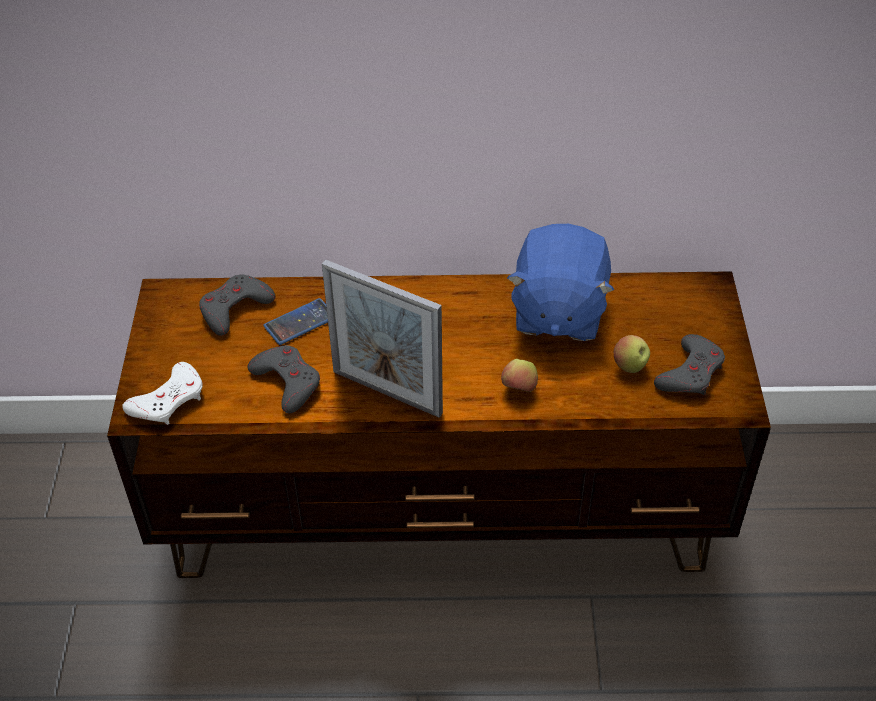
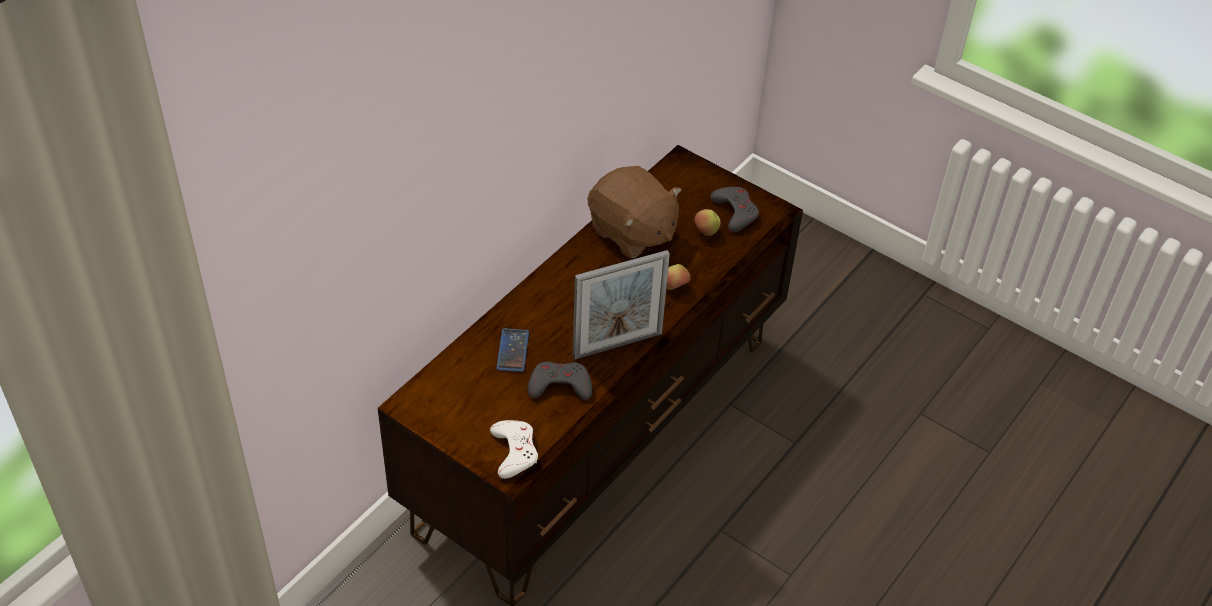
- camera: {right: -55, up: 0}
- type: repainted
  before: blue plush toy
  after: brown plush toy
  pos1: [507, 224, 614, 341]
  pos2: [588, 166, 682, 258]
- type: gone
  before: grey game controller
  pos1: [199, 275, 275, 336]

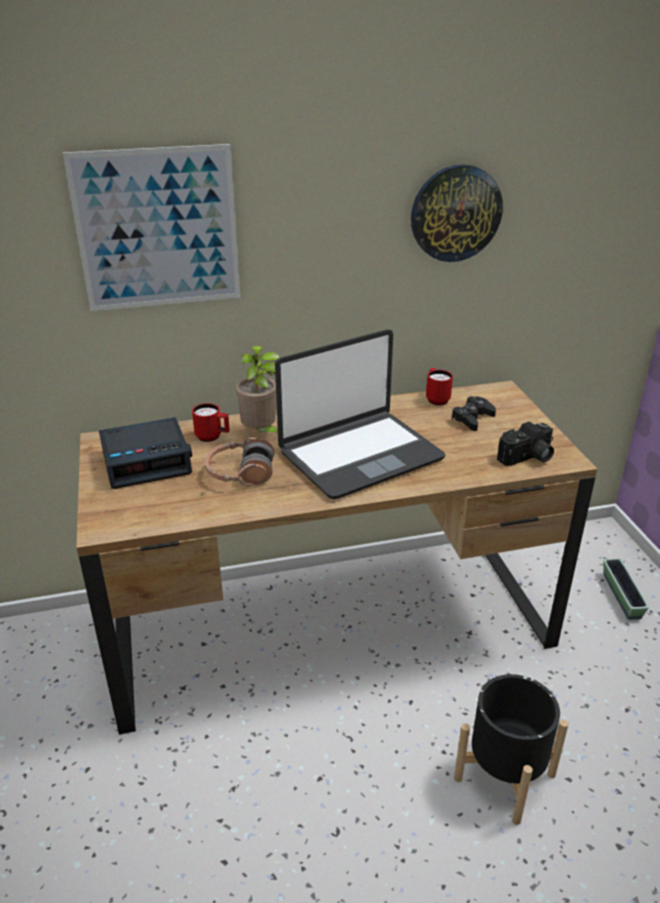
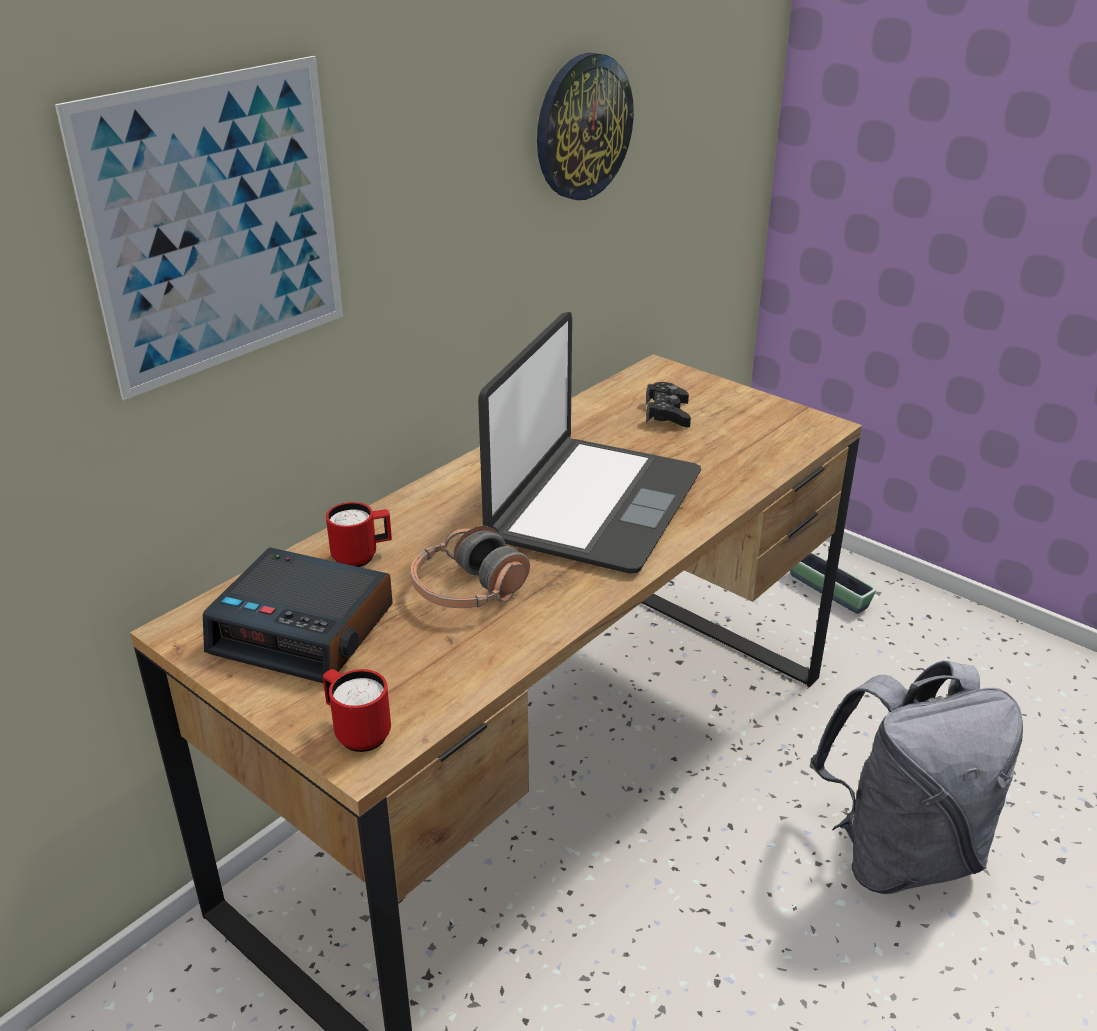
- camera: {right: -35, up: 0}
- type: gone
  before: potted plant
  pos1: [236, 346, 280, 433]
- type: shifted
  before: red mug
  pos1: [426, 368, 453, 405]
  pos2: [322, 669, 391, 752]
- type: rotated
  before: alarm clock
  pos1: [99, 417, 192, 489]
  pos2: [203, 548, 393, 683]
  turn: 75
- type: gone
  before: photo camera
  pos1: [497, 422, 554, 466]
- type: swapped
  before: black planter
  after: grey backpack
  pos1: [454, 674, 569, 825]
  pos2: [809, 661, 1023, 894]

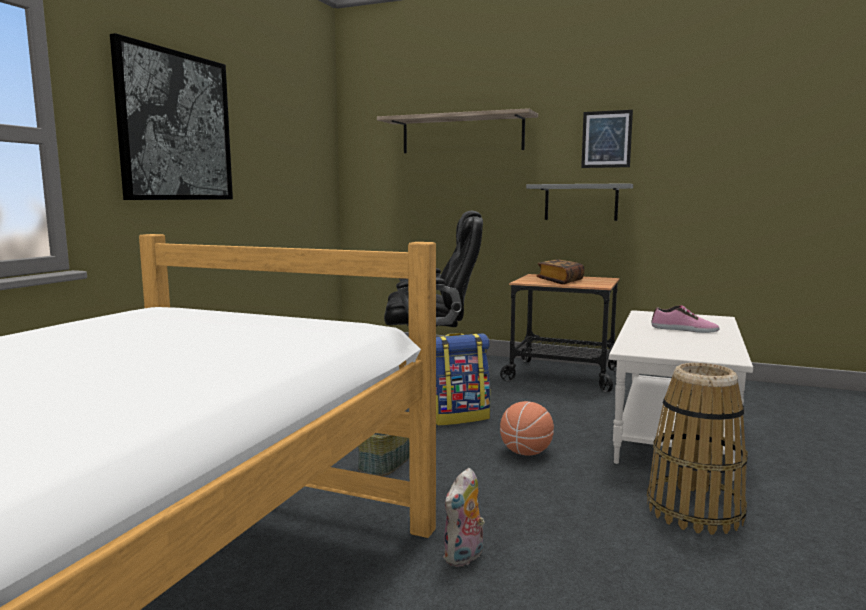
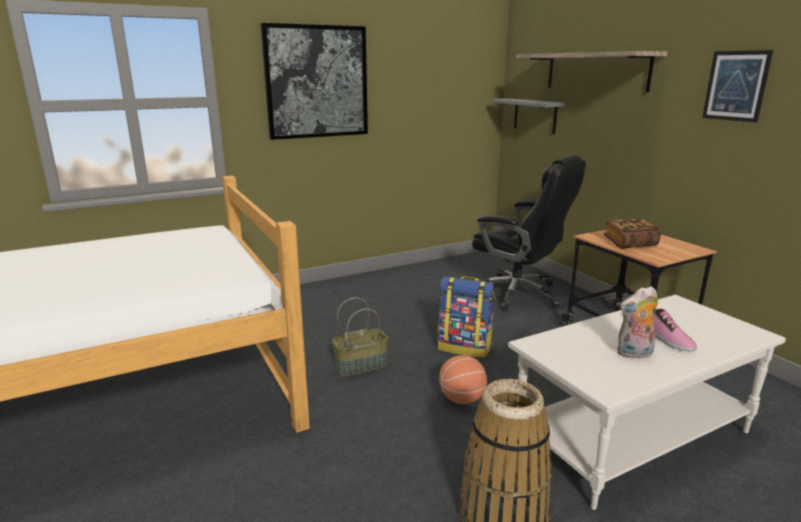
- camera: {right: 40, up: 10}
- type: shifted
  before: grey shelf
  pos1: [526, 183, 633, 221]
  pos2: [491, 98, 566, 134]
- type: shifted
  before: plush toy
  pos1: [443, 468, 485, 567]
  pos2: [617, 286, 658, 359]

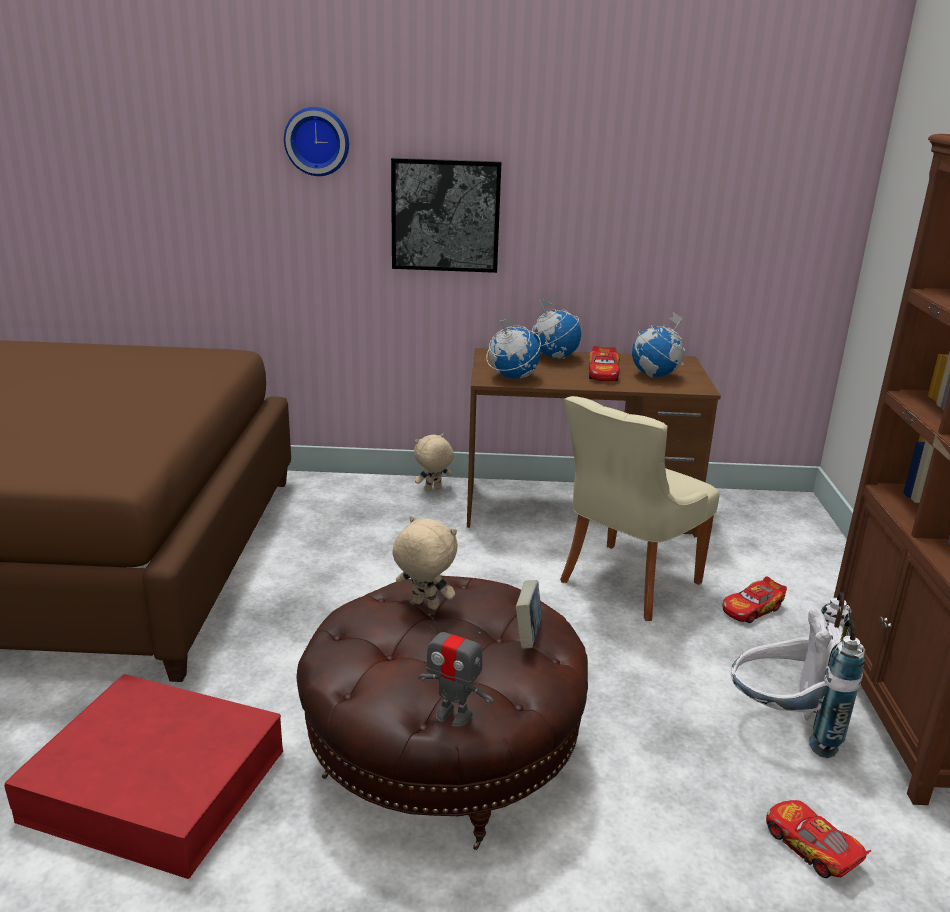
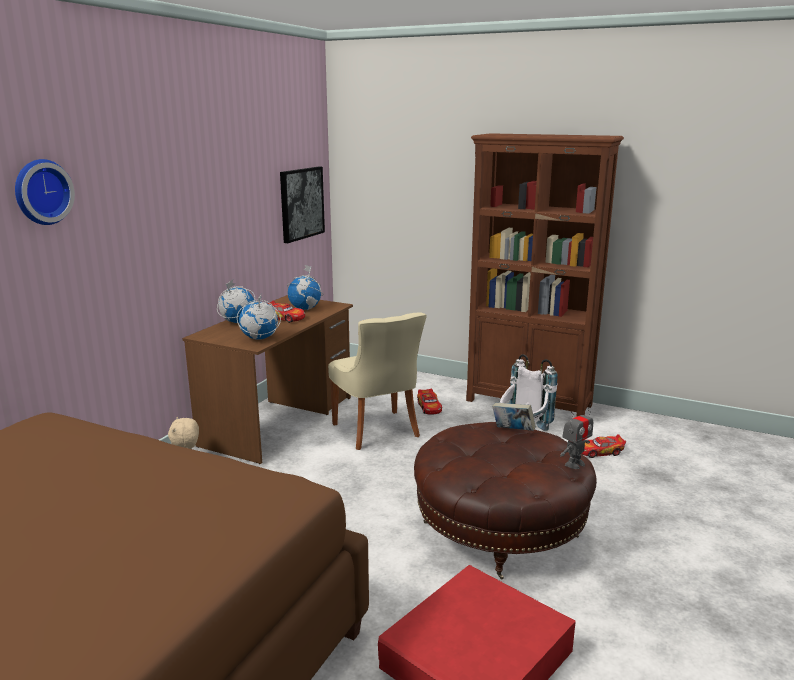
- camera: {right: -65, up: -5}
- type: shifted
  before: picture
  pos1: [391, 158, 501, 273]
  pos2: [280, 167, 325, 243]
- type: gone
  before: beige plush toy
  pos1: [392, 516, 457, 610]

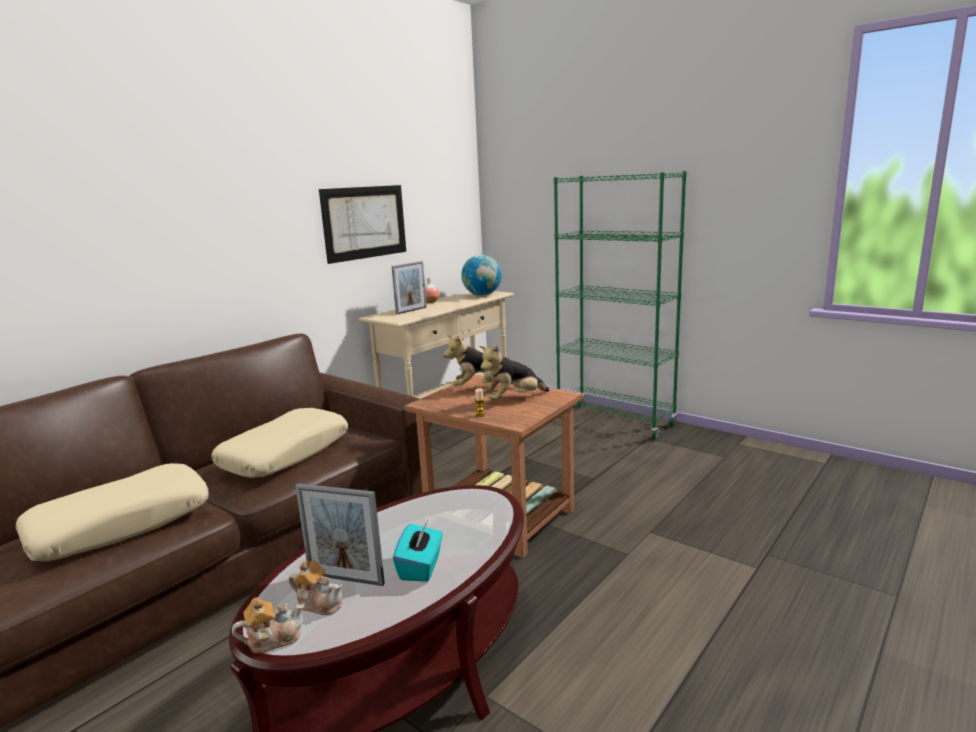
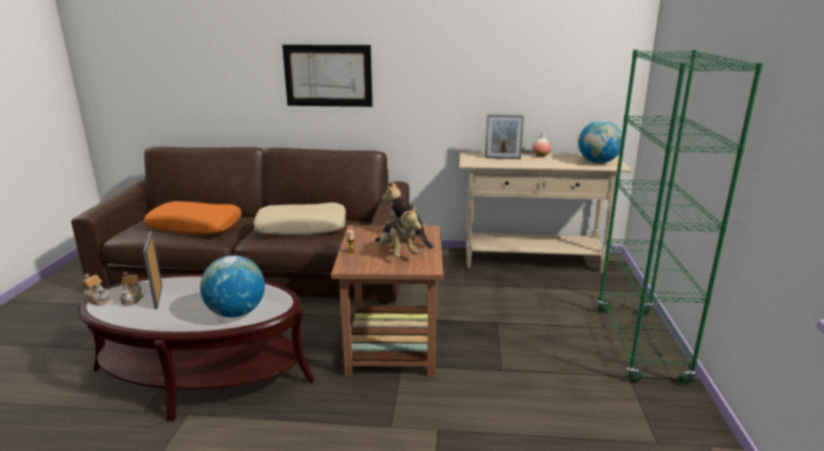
- camera: {right: 55, up: 5}
- type: shifted
  before: picture
  pos1: [319, 185, 406, 264]
  pos2: [282, 45, 372, 107]
- type: rotated
  before: plush toy
  pos1: [479, 345, 550, 400]
  pos2: [375, 205, 422, 257]
  turn: -150
- type: repainted
  before: beige pillow
  after: orange pillow
  pos1: [16, 463, 209, 561]
  pos2: [144, 201, 242, 235]
- type: gone
  before: turquoise tissue box
  pos1: [393, 522, 443, 582]
- type: new
  after: globe
  pos2: [200, 255, 265, 318]

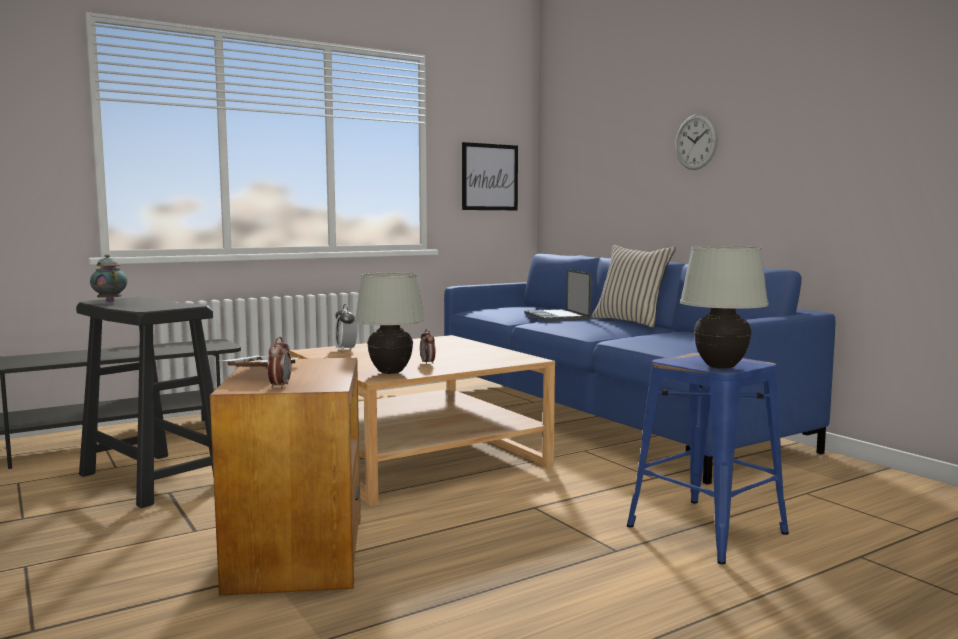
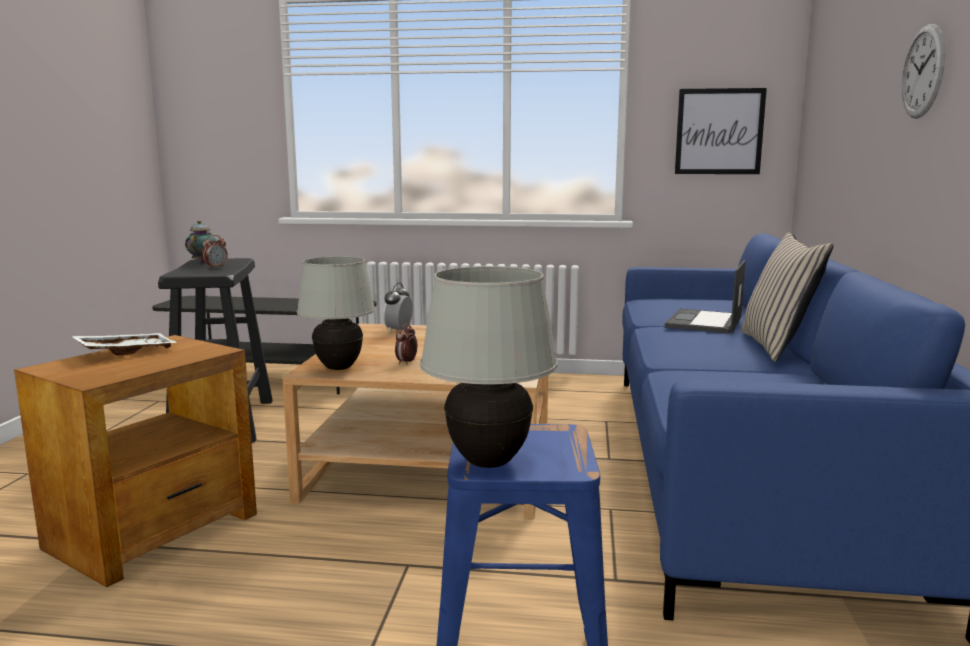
- camera: {right: 40, up: 5}
- type: shifted
  before: alarm clock
  pos1: [268, 336, 291, 389]
  pos2: [202, 235, 228, 269]

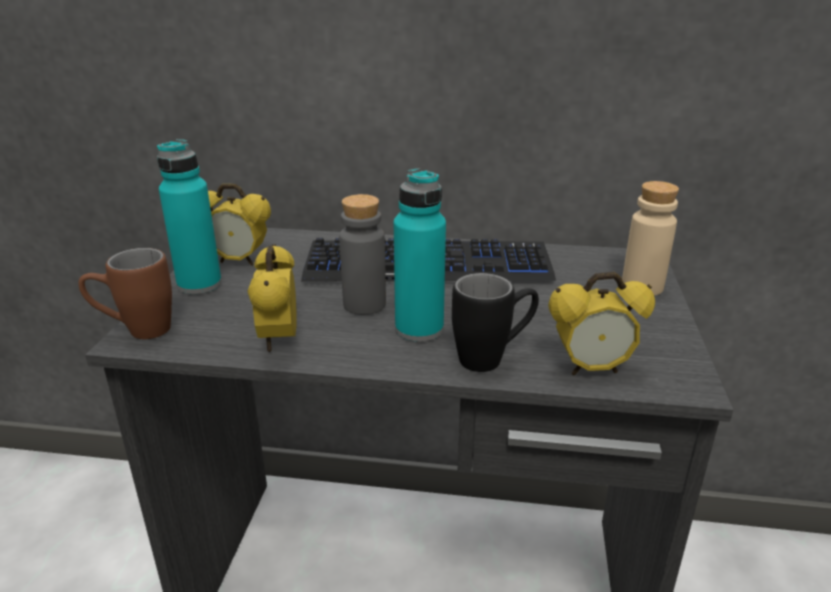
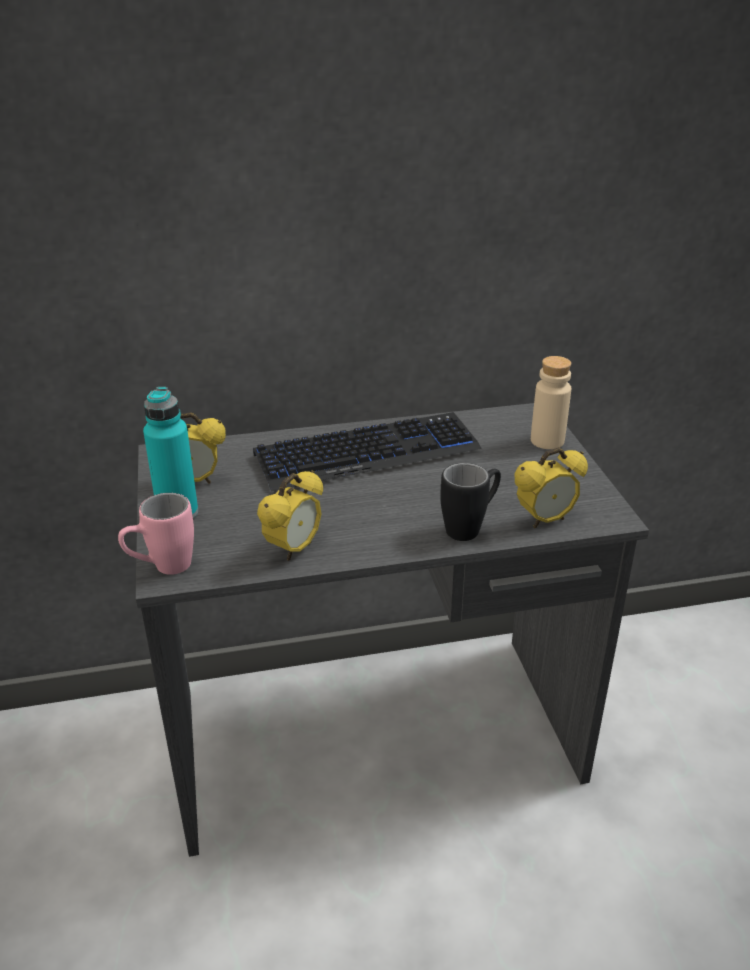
- camera: {right: -20, up: 5}
- type: gone
  before: turquoise bottle
  pos1: [394, 168, 446, 342]
- type: gone
  before: grey bottle
  pos1: [339, 194, 386, 315]
- type: rotated
  before: alarm clock
  pos1: [247, 244, 296, 352]
  pos2: [257, 470, 323, 561]
  turn: -120
- type: repainted
  before: brown mug
  after: pink mug
  pos1: [79, 248, 172, 339]
  pos2: [118, 493, 194, 575]

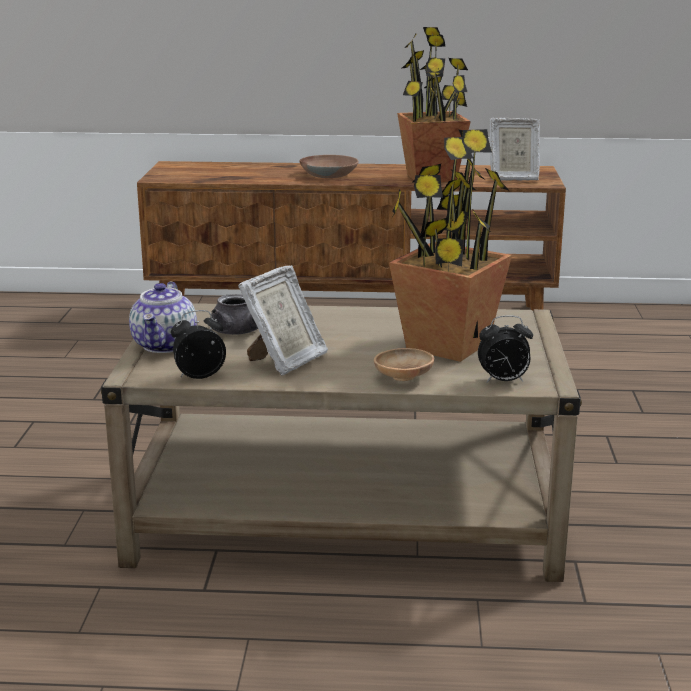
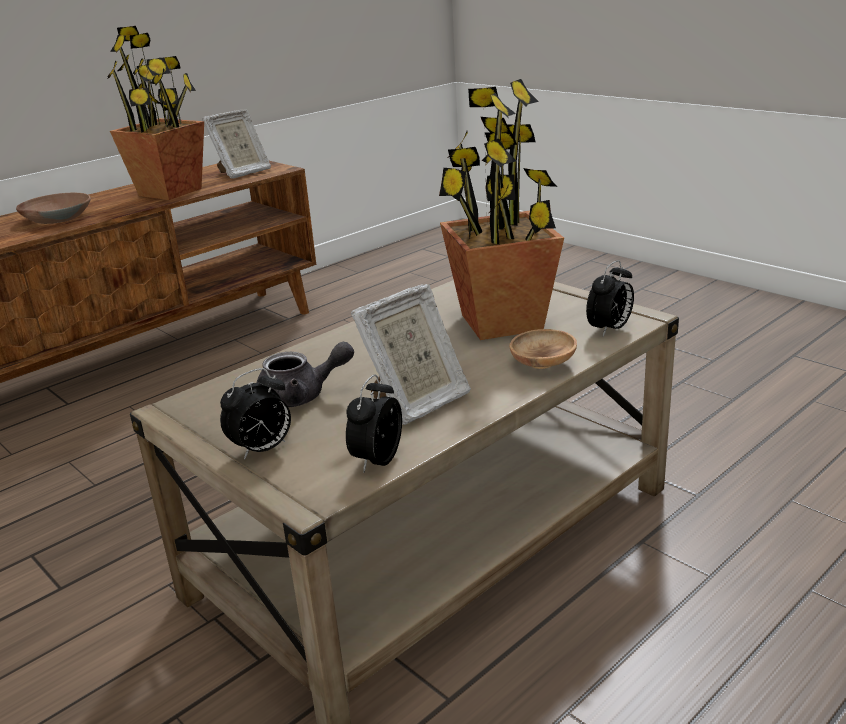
- camera: {right: -45, up: 5}
- type: rotated
  before: picture frame
  pos1: [238, 265, 328, 375]
  pos2: [351, 284, 471, 425]
  turn: 60
- type: swapped
  before: teapot
  after: alarm clock
  pos1: [129, 282, 197, 353]
  pos2: [220, 368, 291, 460]

